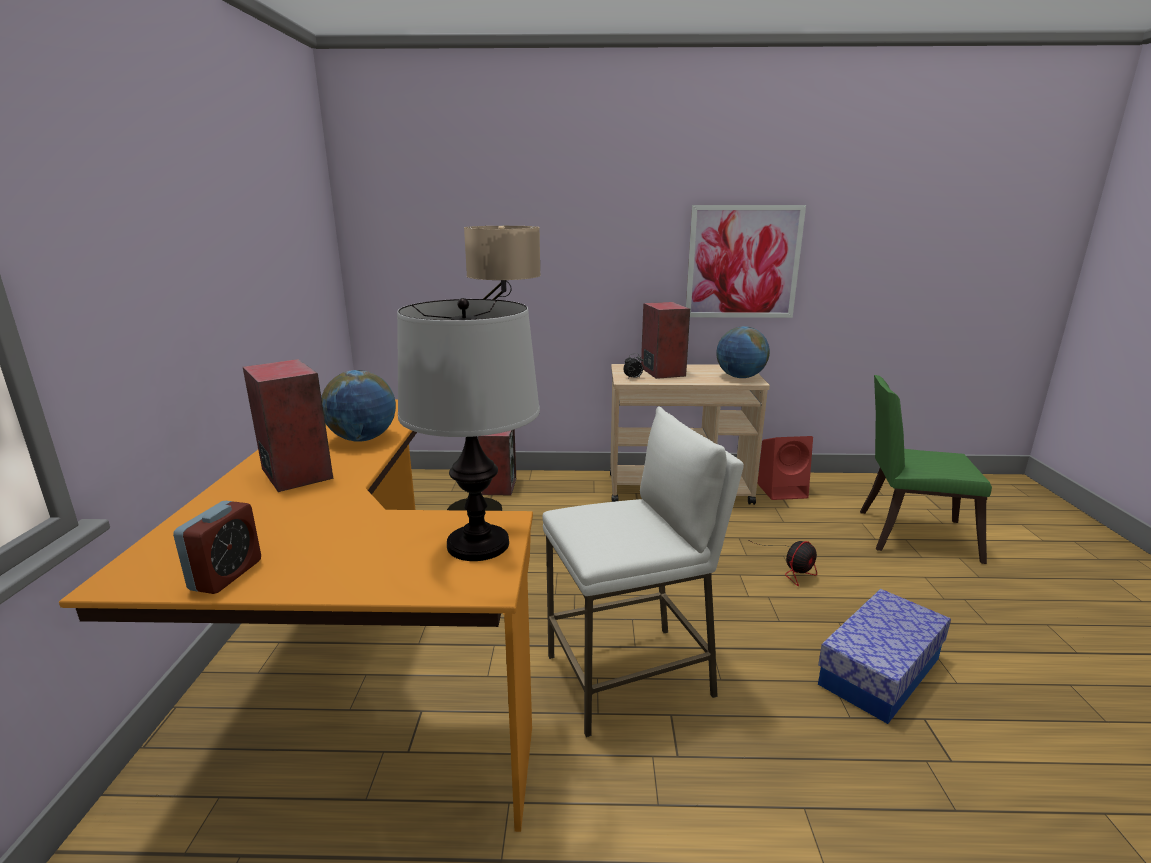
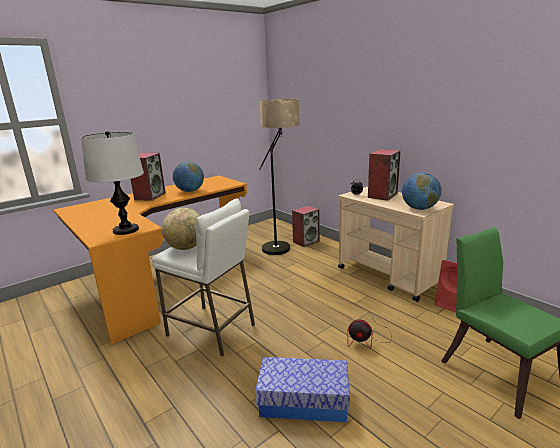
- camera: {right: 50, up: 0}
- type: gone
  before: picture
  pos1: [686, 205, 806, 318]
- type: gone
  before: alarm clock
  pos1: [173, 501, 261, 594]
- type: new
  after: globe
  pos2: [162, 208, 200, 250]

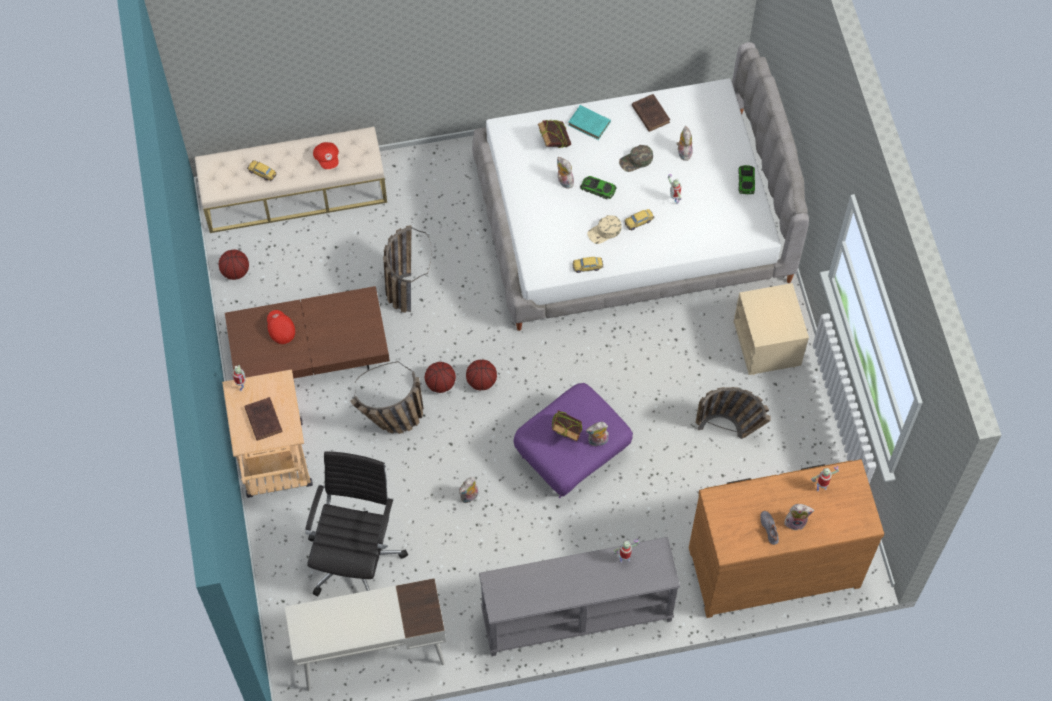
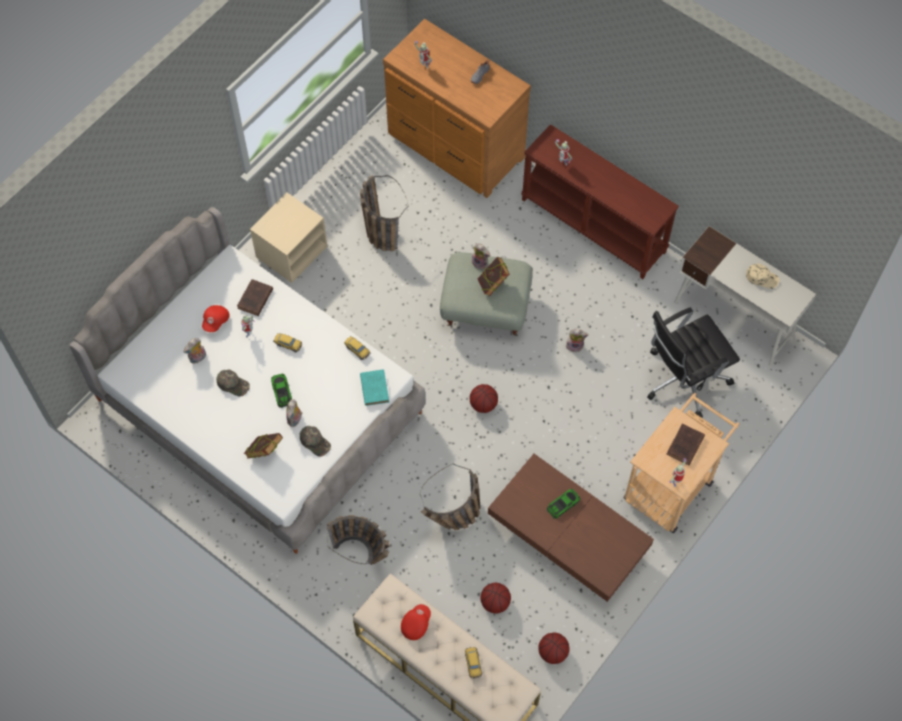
- camera: {right: -130, up: 0}
- type: shifted
  before: brown book
  pos1: [632, 94, 670, 132]
  pos2: [237, 279, 273, 316]
- type: shifted
  before: turquoise book
  pos1: [569, 105, 611, 140]
  pos2: [360, 369, 389, 406]
- type: shifted
  before: toy car
  pos1: [738, 165, 755, 195]
  pos2: [547, 489, 581, 519]
- type: shifted
  before: beige cap
  pos1: [587, 215, 622, 244]
  pos2: [746, 263, 779, 289]
- type: shifted
  before: red cap
  pos1: [267, 310, 295, 344]
  pos2: [202, 305, 230, 332]
- type: shifted
  before: basket
  pos1: [350, 361, 424, 434]
  pos2: [327, 515, 390, 565]
- type: shifted
  before: basketball
  pos1: [425, 362, 456, 393]
  pos2: [480, 583, 511, 614]
- type: repainted
  before: purple ottoman
  after: grey ottoman
  pos1: [514, 383, 633, 498]
  pos2: [440, 252, 533, 336]
- type: gone
  before: plush toy
  pos1: [784, 504, 814, 531]
- type: repainted
  before: grey console table
  after: brown console table
  pos1: [479, 537, 680, 656]
  pos2: [521, 124, 679, 279]
- type: new
  after: green cap
  pos2: [300, 426, 331, 457]

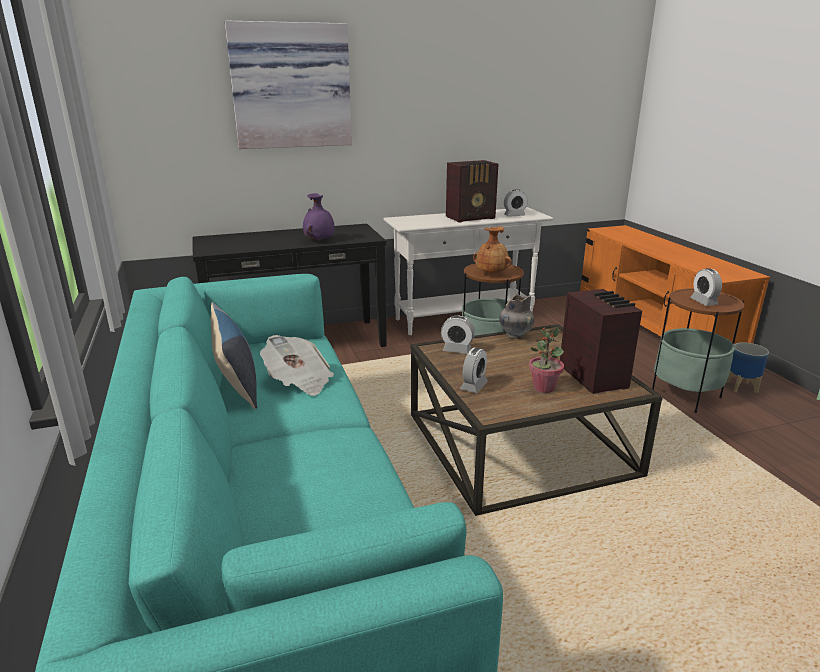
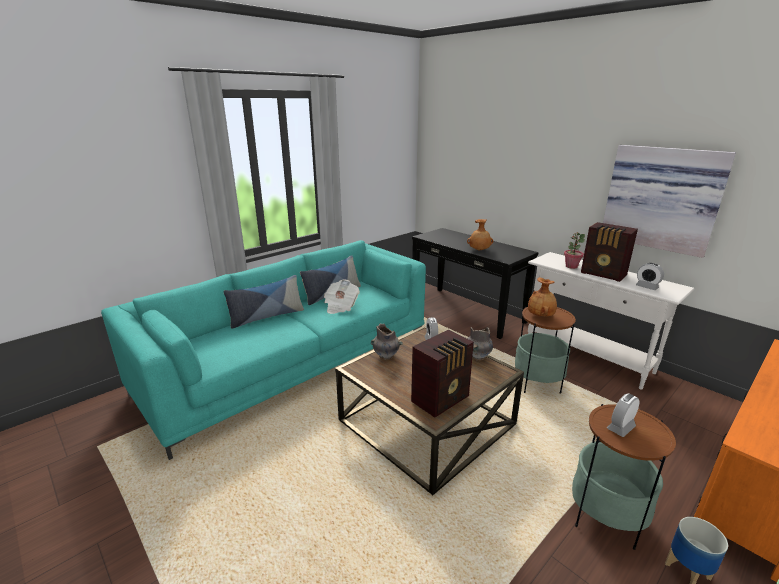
- camera: {right: 65, up: 0}
- type: shifted
  before: picture
  pos1: [225, 20, 352, 149]
  pos2: [603, 145, 736, 258]
- type: repainted
  before: purple vase
  after: brown vase
  pos1: [303, 193, 335, 241]
  pos2: [467, 219, 493, 251]
- type: shifted
  before: potted plant
  pos1: [529, 327, 564, 393]
  pos2: [564, 232, 585, 269]
- type: swapped
  before: alarm clock
  after: grey vase
  pos1: [460, 347, 488, 393]
  pos2: [371, 324, 403, 360]
- type: new
  after: pillow
  pos2: [224, 275, 304, 329]

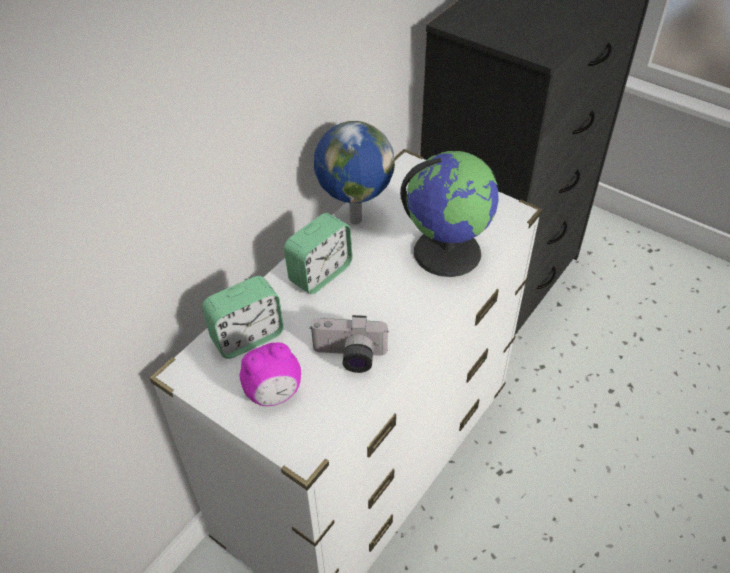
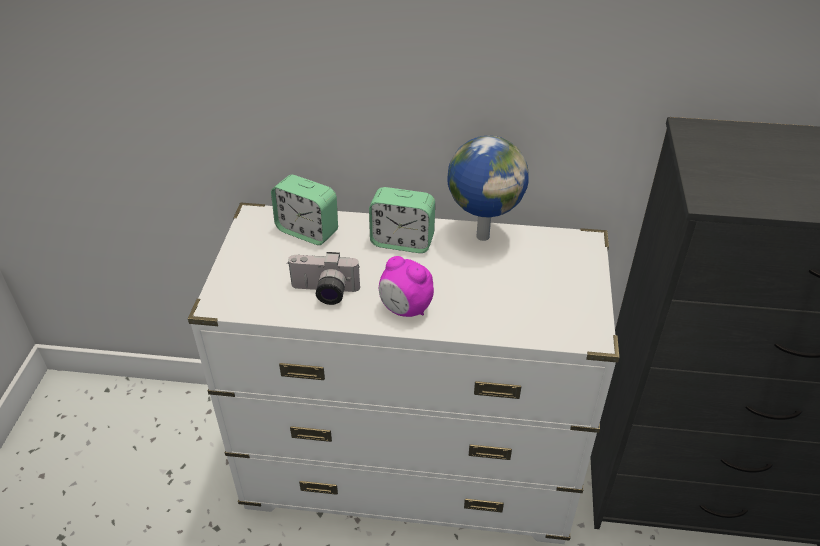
- camera: {right: 60, up: -5}
- type: gone
  before: globe
  pos1: [400, 151, 498, 277]
- type: rotated
  before: photo camera
  pos1: [309, 315, 389, 373]
  pos2: [287, 252, 360, 305]
  turn: -60
- type: shifted
  before: alarm clock
  pos1: [240, 343, 301, 406]
  pos2: [379, 256, 434, 317]

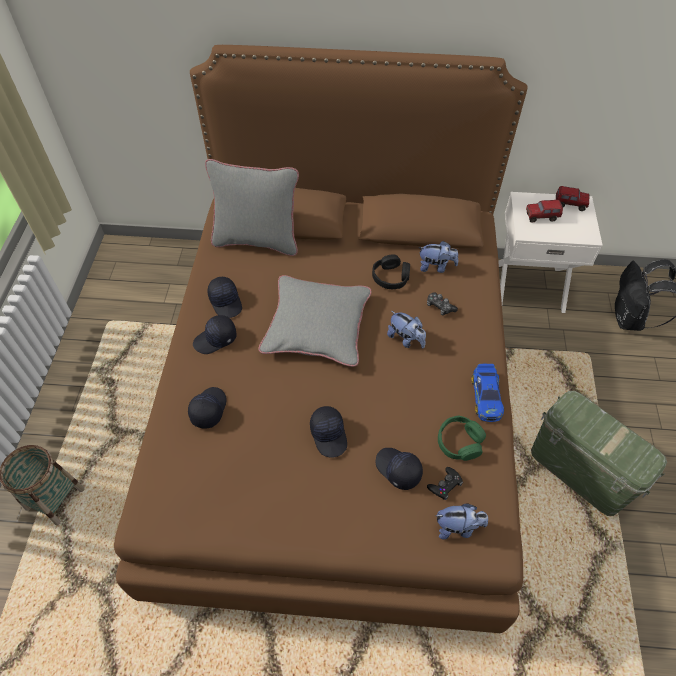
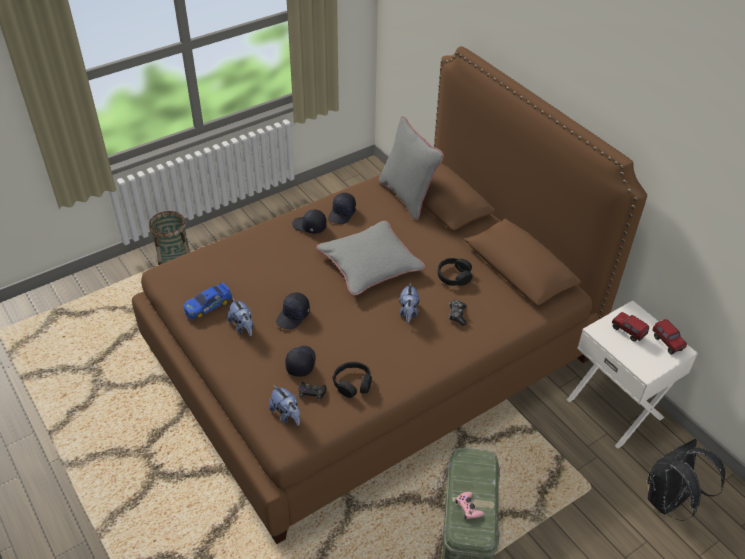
- camera: {right: 50, up: -10}
- type: shifted
  before: plush toy
  pos1: [419, 241, 458, 273]
  pos2: [228, 298, 253, 336]
- type: shifted
  before: toy car
  pos1: [472, 364, 504, 422]
  pos2: [183, 282, 232, 319]
- type: gone
  before: black cap
  pos1: [188, 387, 226, 429]
- type: repainted
  before: green headphones
  after: black headphones
  pos1: [438, 416, 486, 461]
  pos2: [333, 362, 372, 398]
- type: new
  after: pink game controller
  pos2: [455, 492, 484, 519]

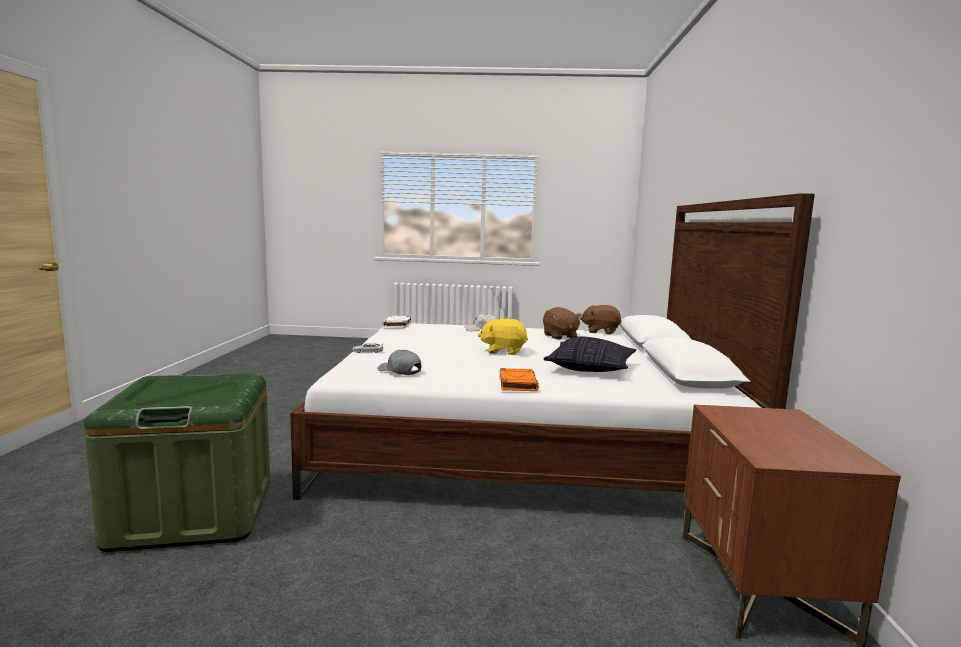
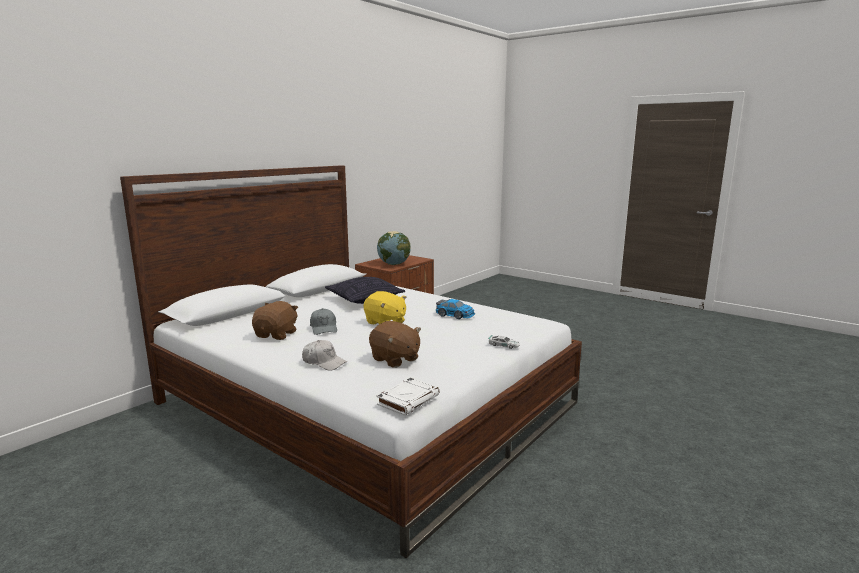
- camera: {right: -145, up: 5}
- type: shifted
  before: brown plush toy
  pos1: [580, 305, 621, 334]
  pos2: [369, 321, 421, 368]
- type: shifted
  before: grey cap
  pos1: [377, 350, 422, 375]
  pos2: [310, 308, 337, 335]
- type: gone
  before: orange book
  pos1: [500, 368, 539, 391]
- type: gone
  before: green storage box
  pos1: [84, 374, 270, 552]
- type: new
  after: globe
  pos2: [377, 231, 411, 265]
- type: new
  after: toy car
  pos2: [436, 299, 475, 319]

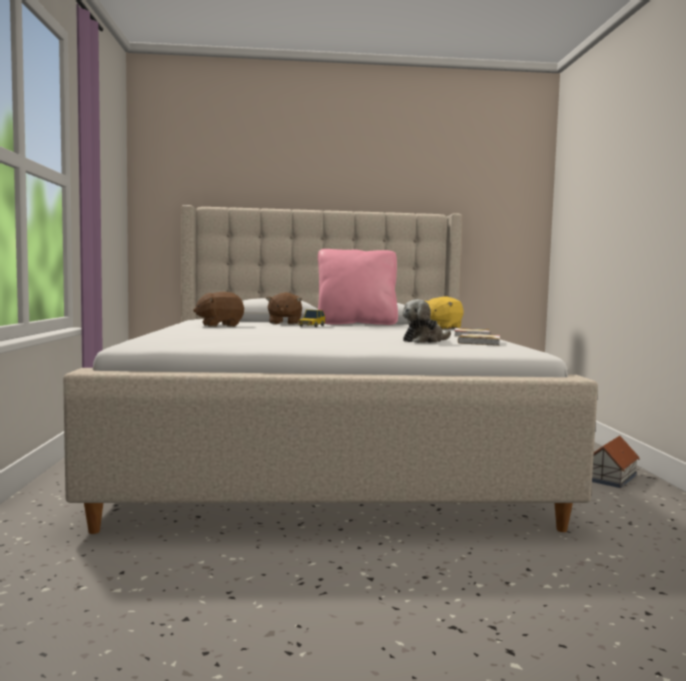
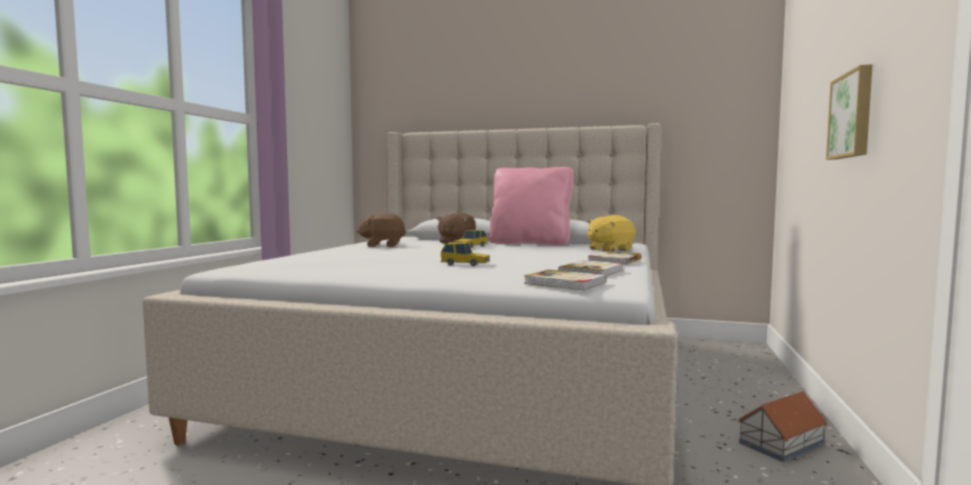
- camera: {right: 20, up: 0}
- type: gone
  before: plush toy
  pos1: [402, 299, 451, 343]
- type: new
  after: picture
  pos2: [826, 64, 873, 160]
- type: new
  after: toy car
  pos2: [440, 242, 490, 266]
- type: new
  after: book
  pos2: [524, 270, 606, 290]

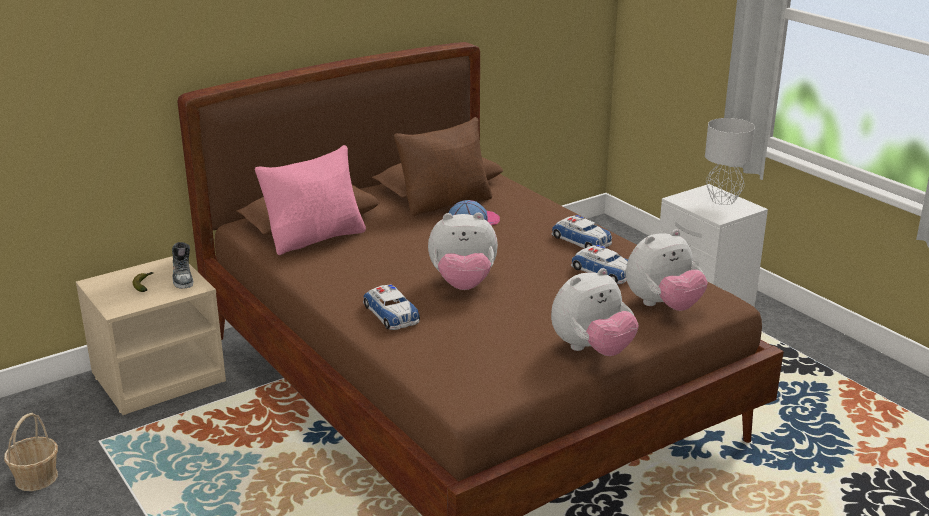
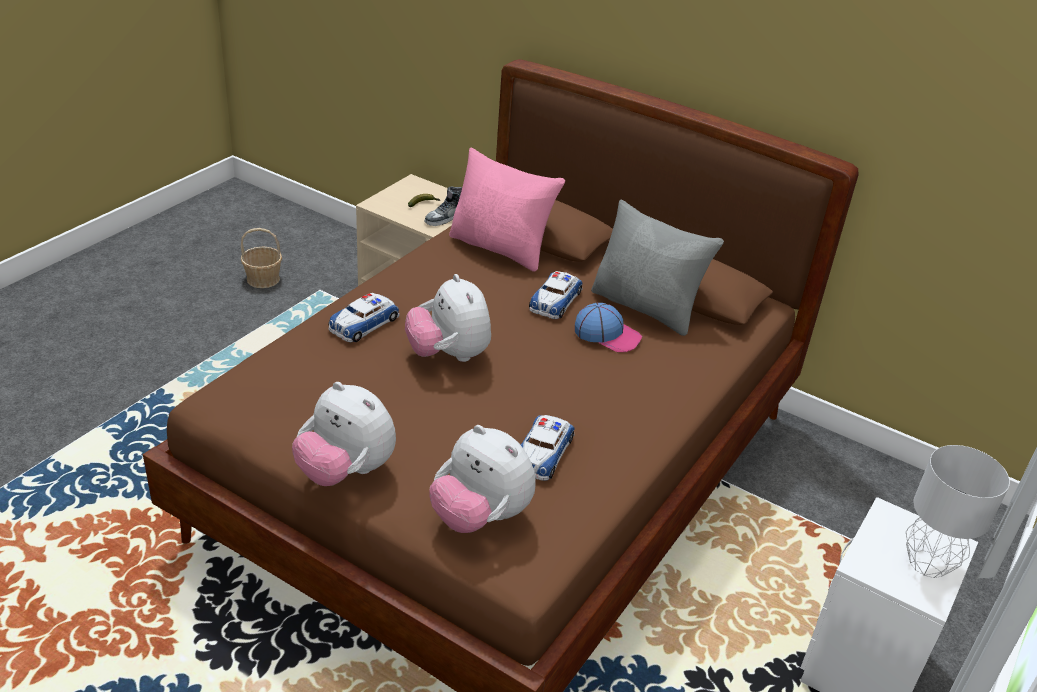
- camera: {right: 65, up: 10}
- type: repainted
  before: brown pillow
  after: grey pillow
  pos1: [394, 117, 492, 216]
  pos2: [591, 199, 724, 336]
- type: shifted
  before: toy car
  pos1: [551, 215, 612, 249]
  pos2: [529, 271, 583, 319]

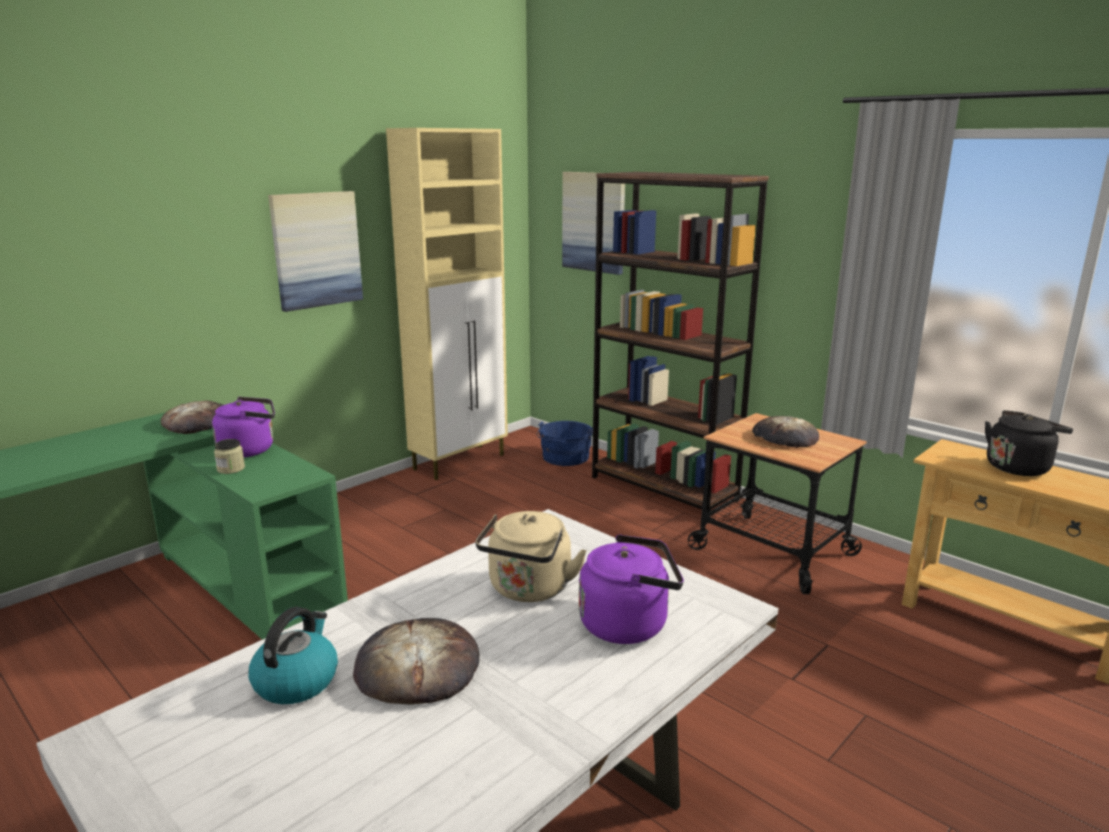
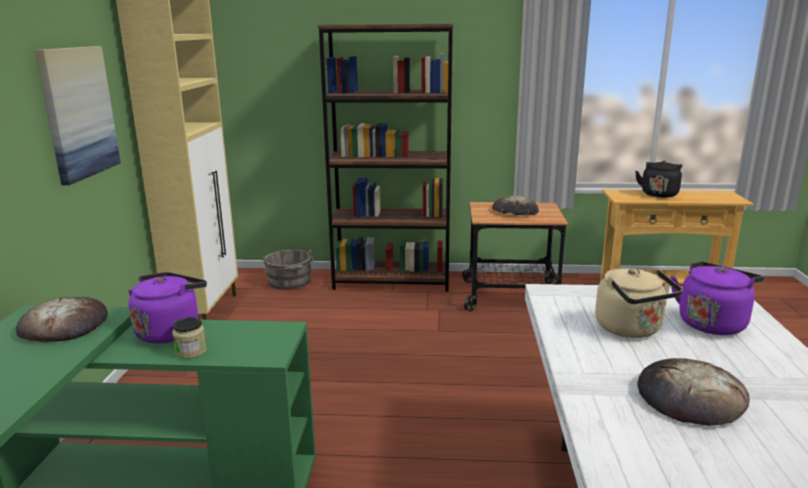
- camera: {right: -40, up: 0}
- type: gone
  before: picture
  pos1: [562, 172, 625, 275]
- type: repainted
  before: blue bucket
  after: grey bucket
  pos1: [537, 421, 593, 466]
  pos2: [263, 250, 313, 290]
- type: gone
  before: kettle
  pos1: [248, 607, 338, 704]

